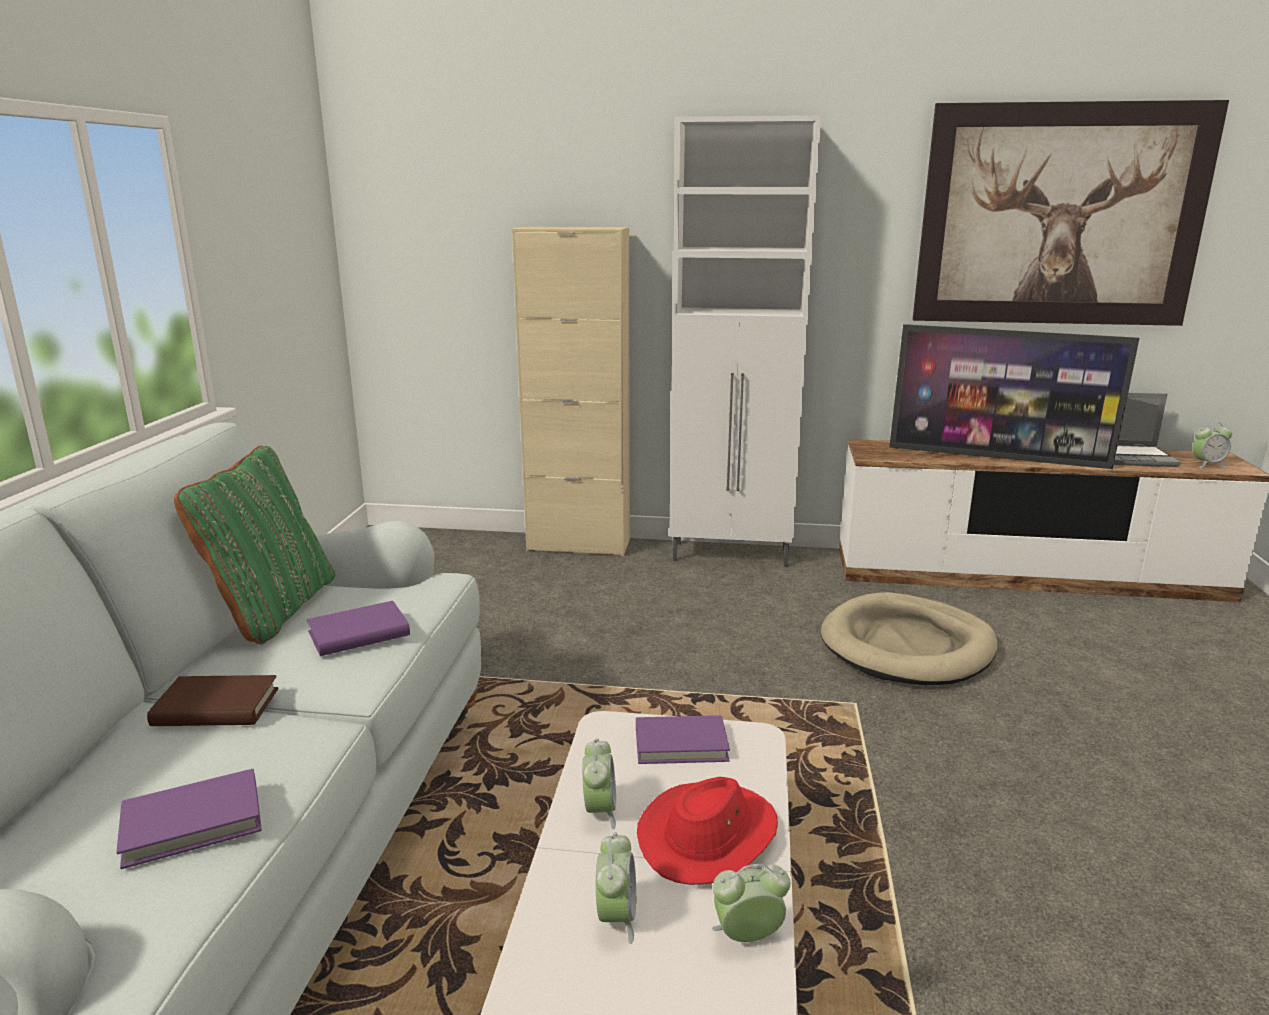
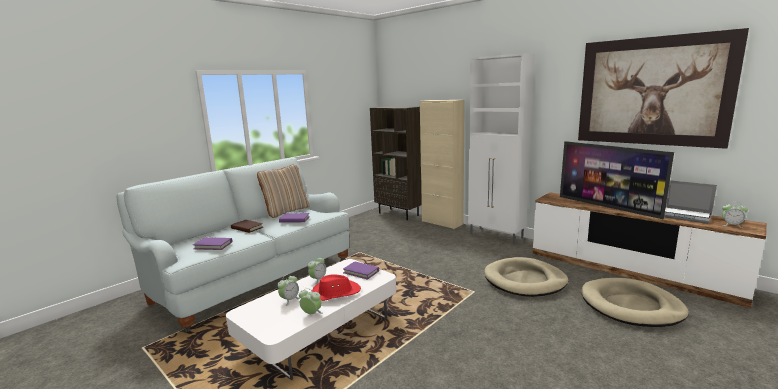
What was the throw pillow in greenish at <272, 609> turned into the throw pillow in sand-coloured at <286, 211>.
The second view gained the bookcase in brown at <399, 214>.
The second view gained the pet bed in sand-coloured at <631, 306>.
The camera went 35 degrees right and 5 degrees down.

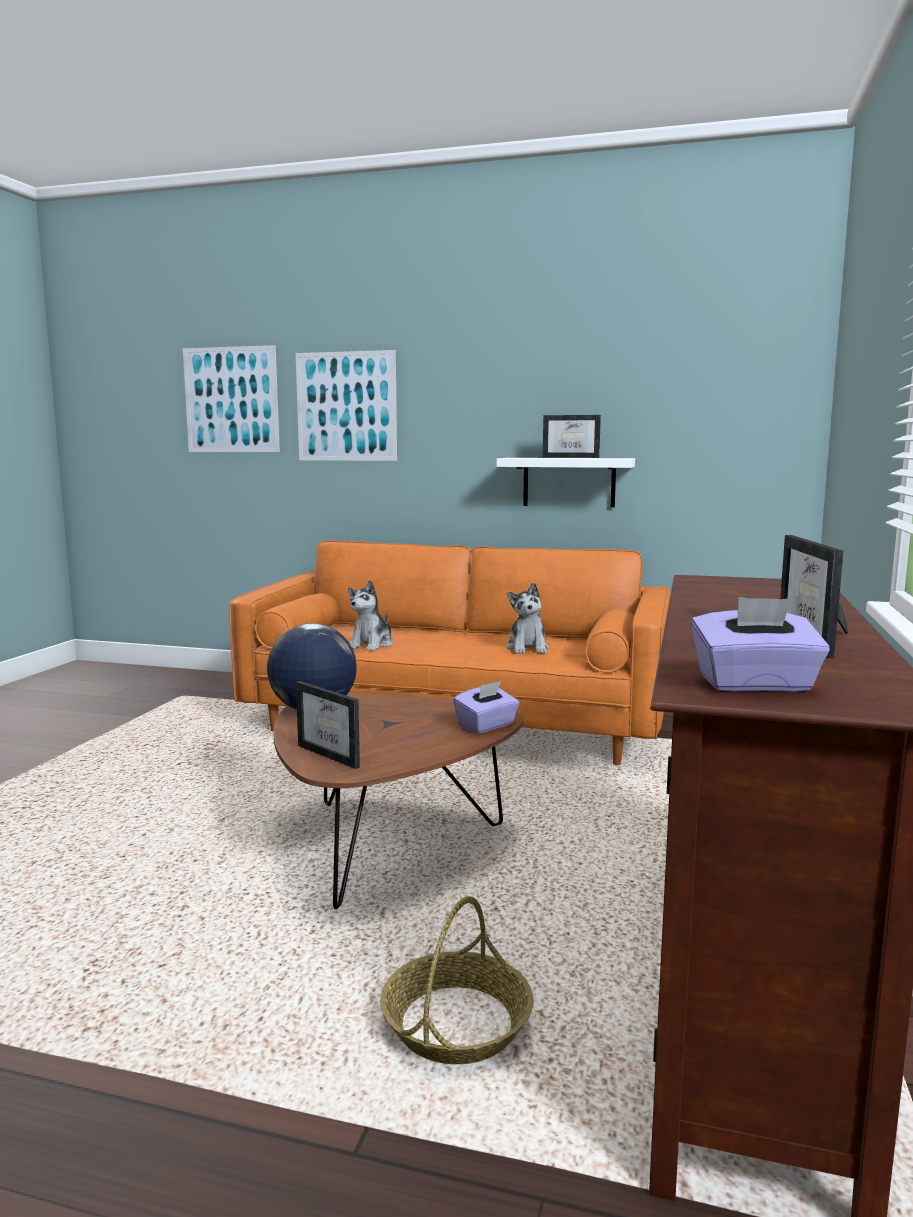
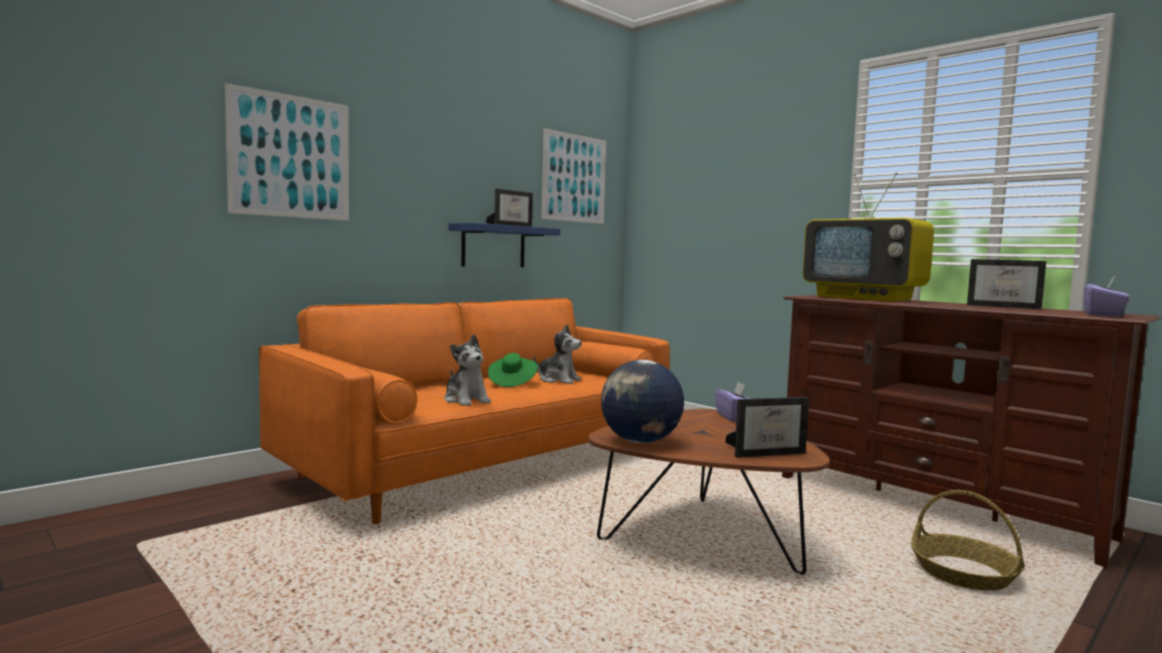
The picture ended up elsewhere, having gone from <231, 400> to <574, 178>.
What was the bracket shelf in white at <569, 482> turned into the bracket shelf in blue-coloured at <493, 246>.
The second view gained the TV at <865, 298>.
The second view gained the wearable hat in greenish at <512, 382>.
The camera went 60 degrees left and 5 degrees down.

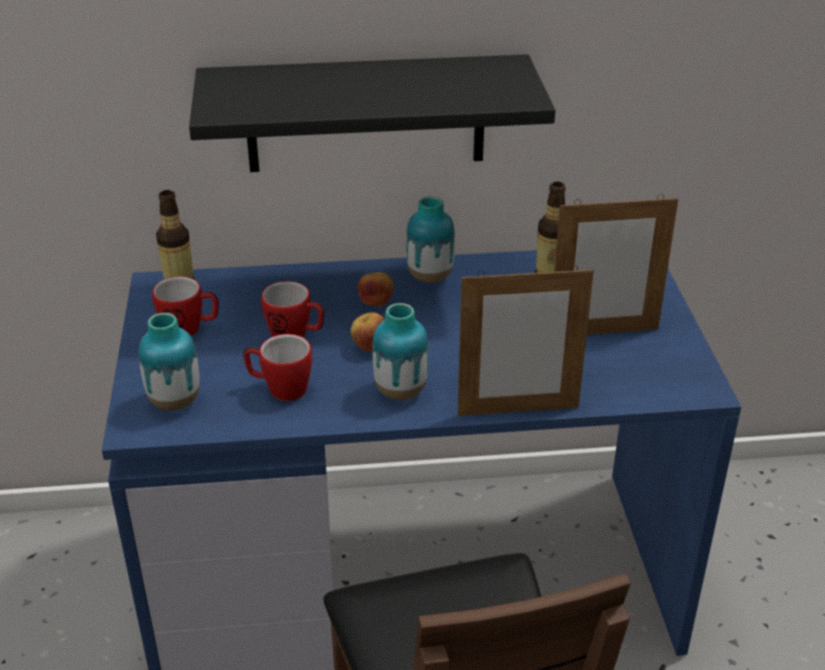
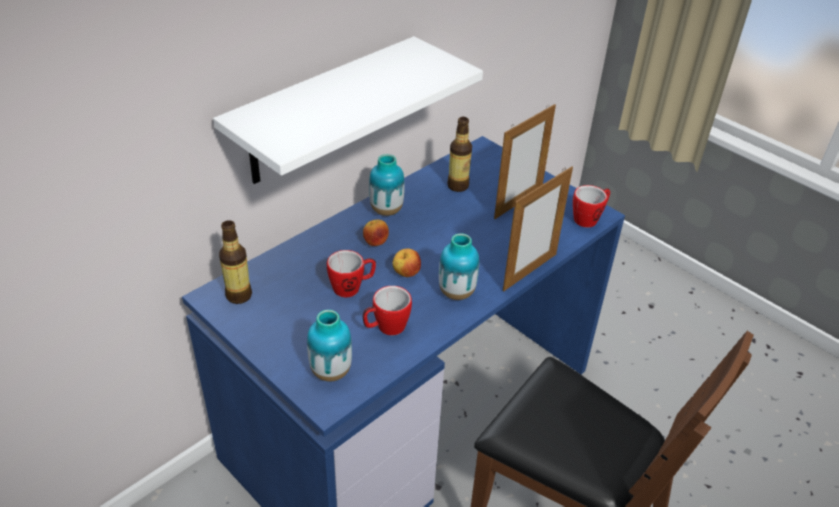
What was the bracket shelf in black-coloured at <365, 114> turned into the bracket shelf in white at <323, 111>.
The mug ended up elsewhere, having gone from <190, 329> to <589, 218>.
The camera went 40 degrees left and 5 degrees up.

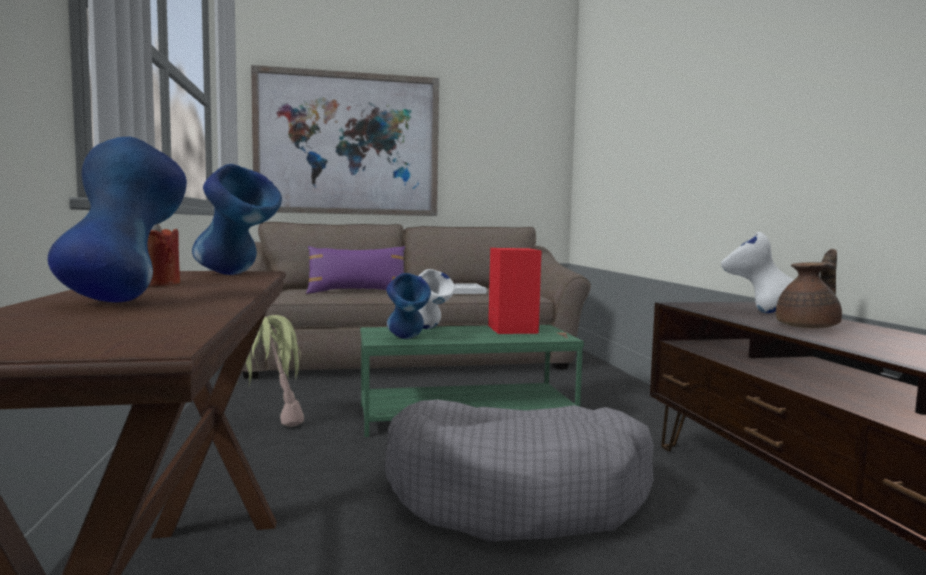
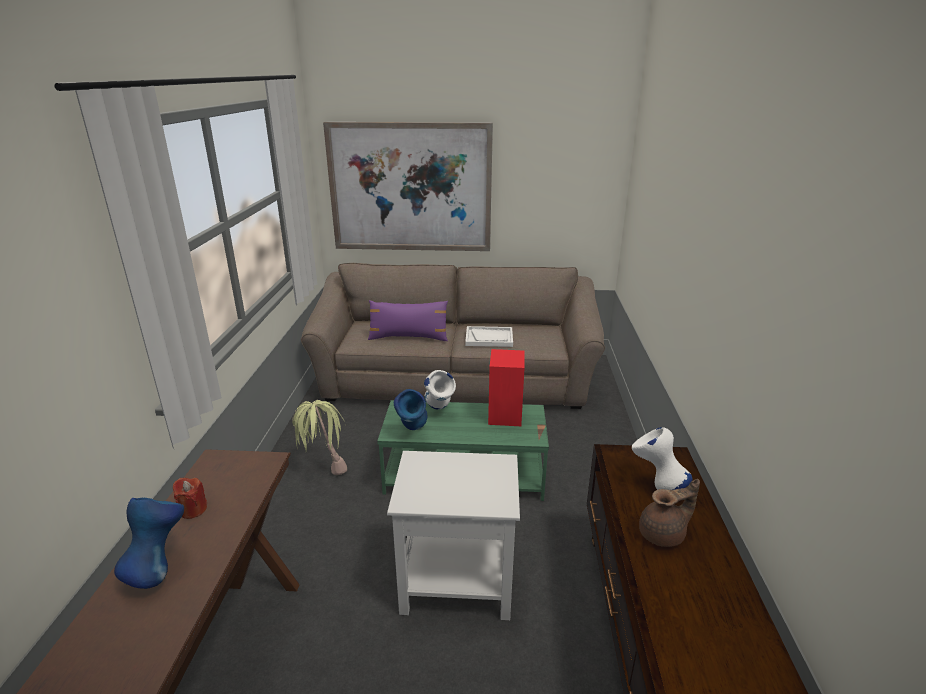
The second view lost the decorative vase in blue-coloured at <236, 275>.
Where the pet bed in grey stood at <517, 494>, the end table in white came to stand at <455, 582>.
The camera went 15 degrees right and 20 degrees up.

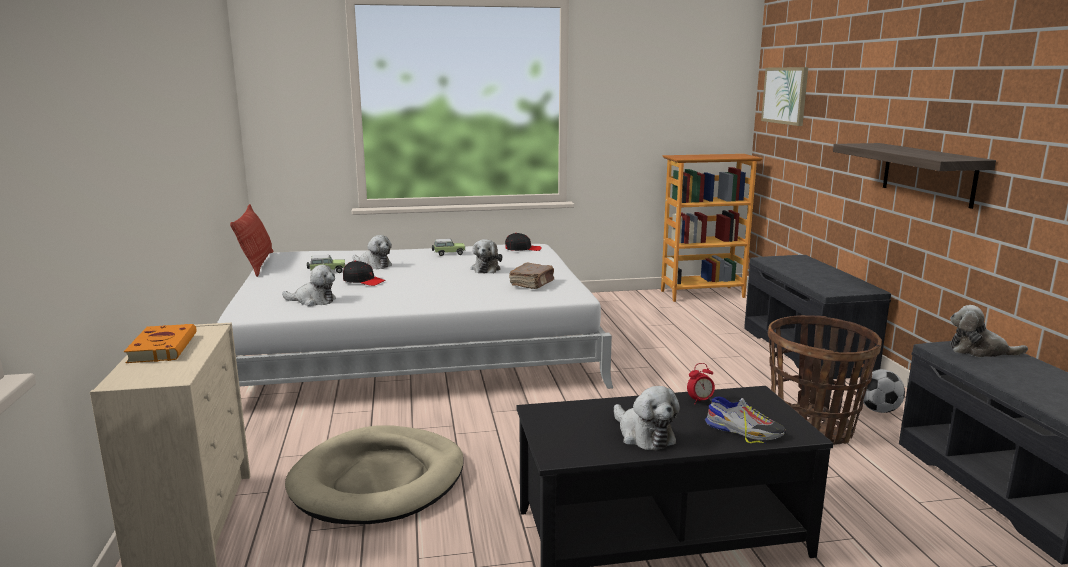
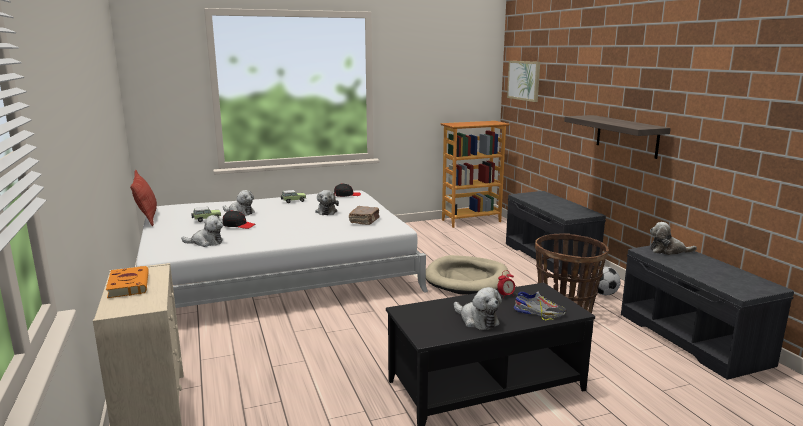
The pet bed in sand-coloured ended up elsewhere, having gone from <379, 480> to <467, 279>.
The camera went 10 degrees left and 0 degrees up.

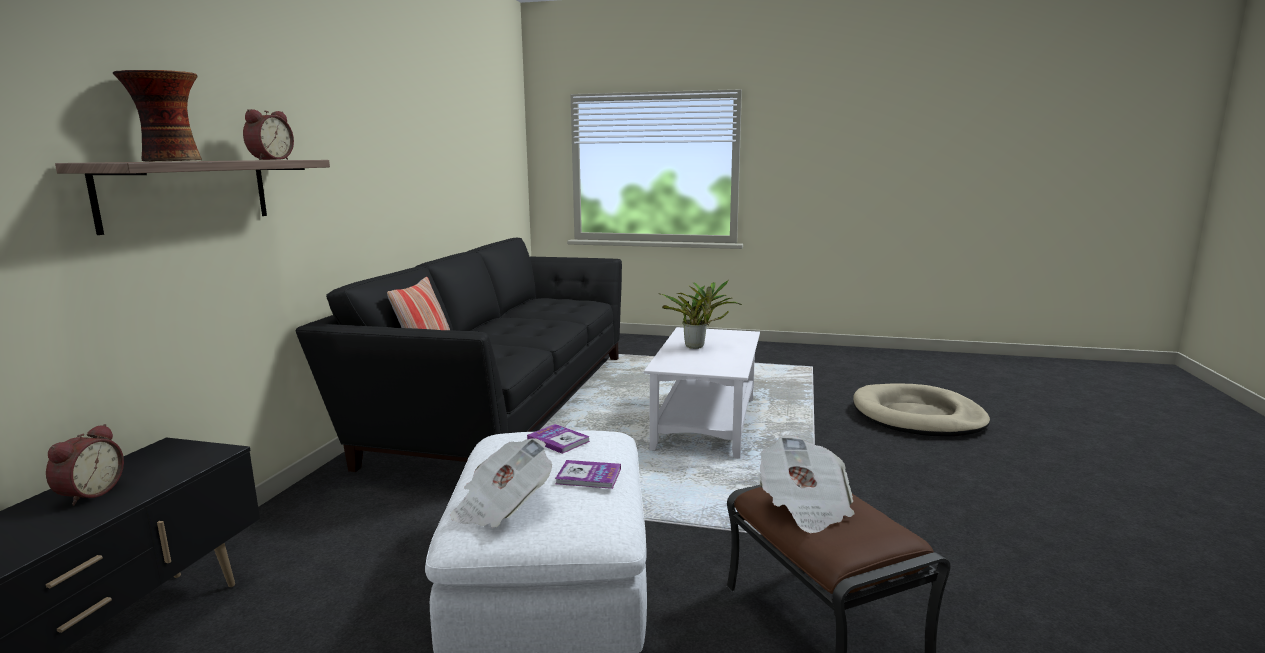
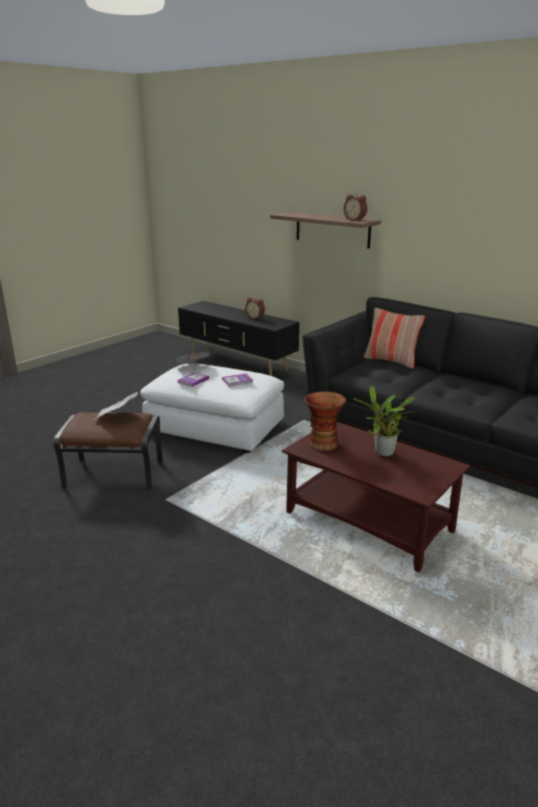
The decorative vase ended up elsewhere, having gone from <169, 161> to <323, 443>.
What was the lounge table in white at <705, 423> turned into the lounge table in brown at <370, 522>.
The second view lost the pet bed in sand-coloured at <917, 416>.
The camera went 115 degrees right and 10 degrees up.

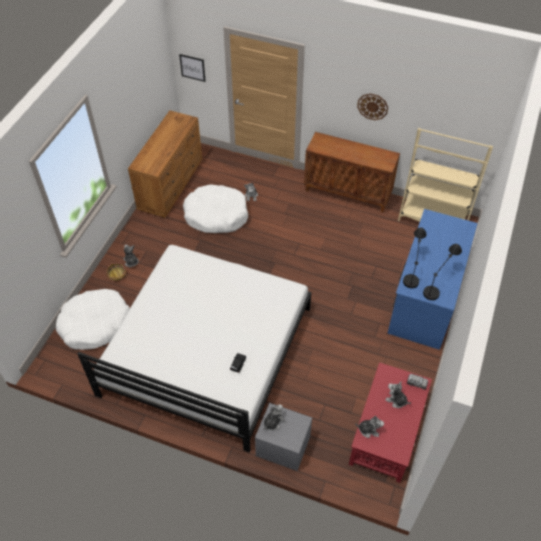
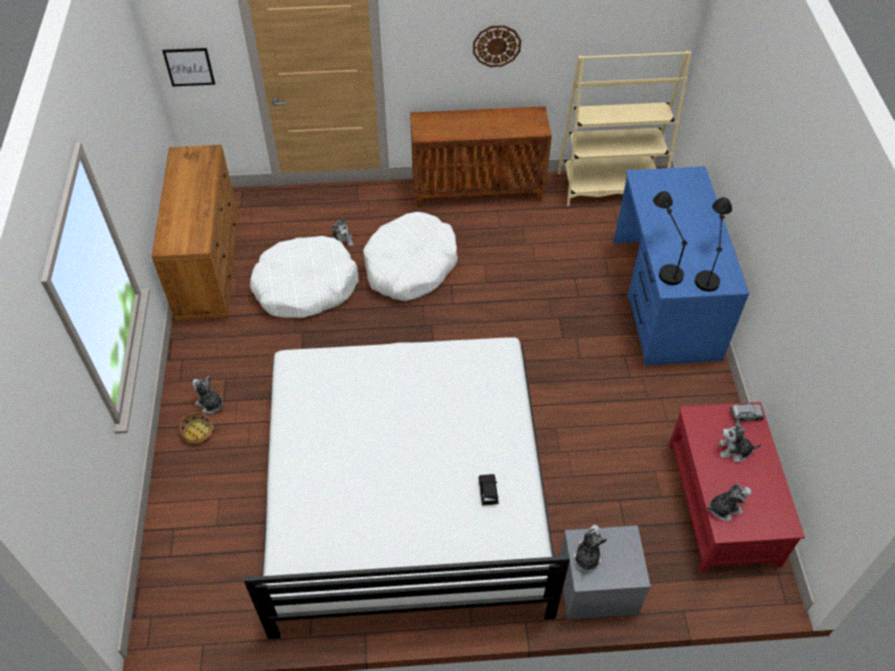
The pet bed in white ended up elsewhere, having gone from <95, 324> to <410, 266>.
The camera went 25 degrees left and 0 degrees up.

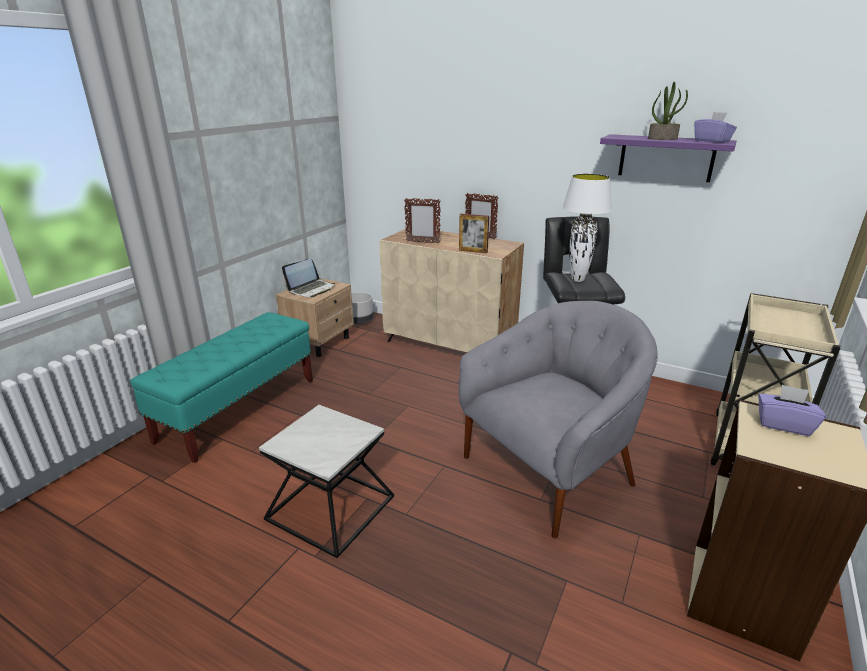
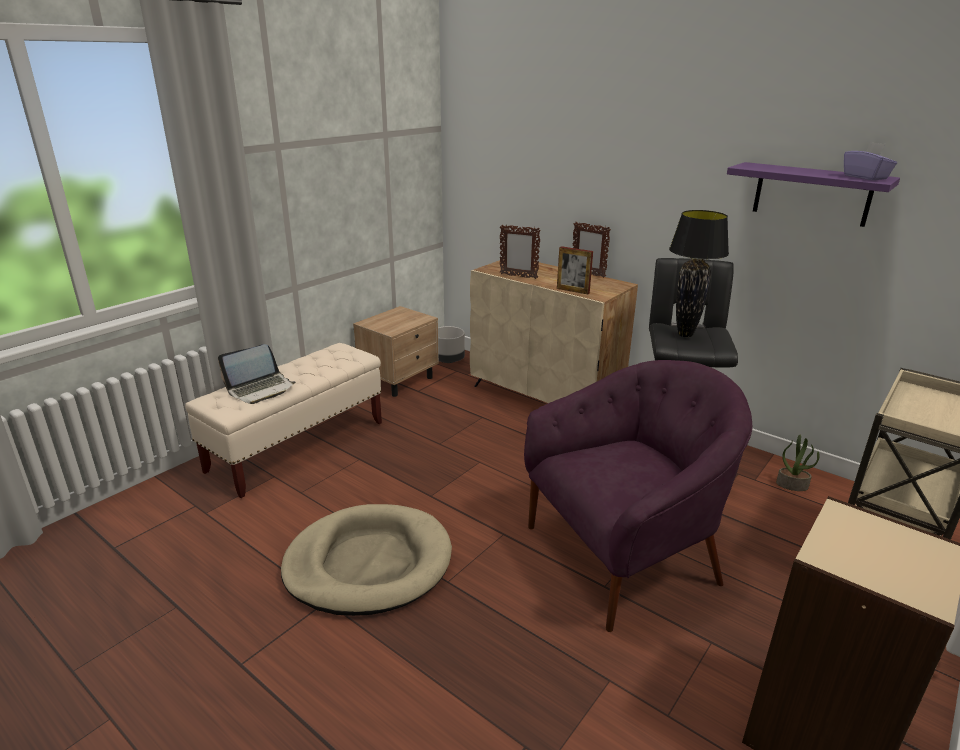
The plant in a pot ended up elsewhere, having gone from <662, 139> to <792, 485>.
What was the lamp for a table in white at <577, 280> turned into the lamp for a table in black-coloured at <685, 334>.
The portable computer ended up elsewhere, having gone from <311, 289> to <261, 389>.
What was the lounge chair in grey at <549, 471> turned into the lounge chair in purple-coloured at <623, 555>.
What was the long seat in turquoise-coloured at <239, 409> turned into the long seat in sand-coloured at <298, 446>.
The second view lost the tissue box in purple-coloured at <783, 424>.
Where the end table stood at <330, 508>, the pet bed in sand-coloured came to stand at <368, 563>.
The camera went 10 degrees right and 0 degrees up.

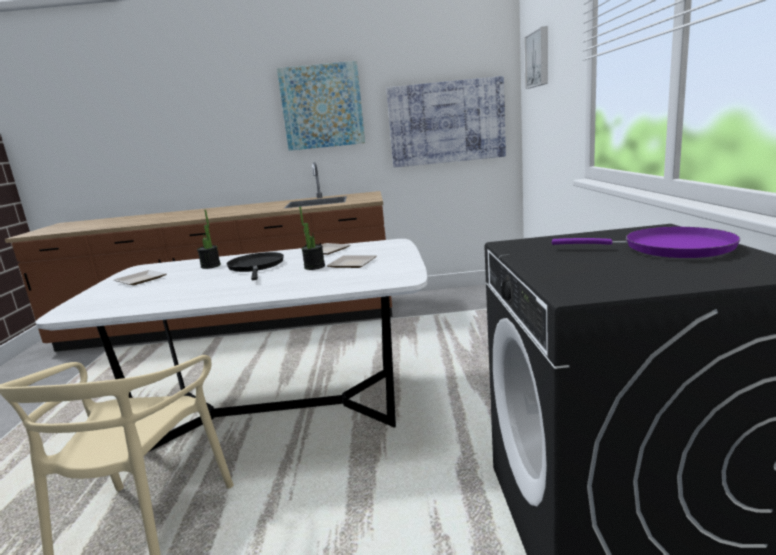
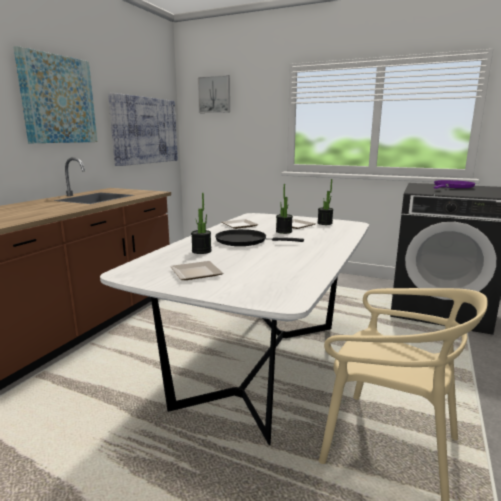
The second view gained the plant in a pot at <324, 223>.
The camera went 65 degrees left and 0 degrees up.

